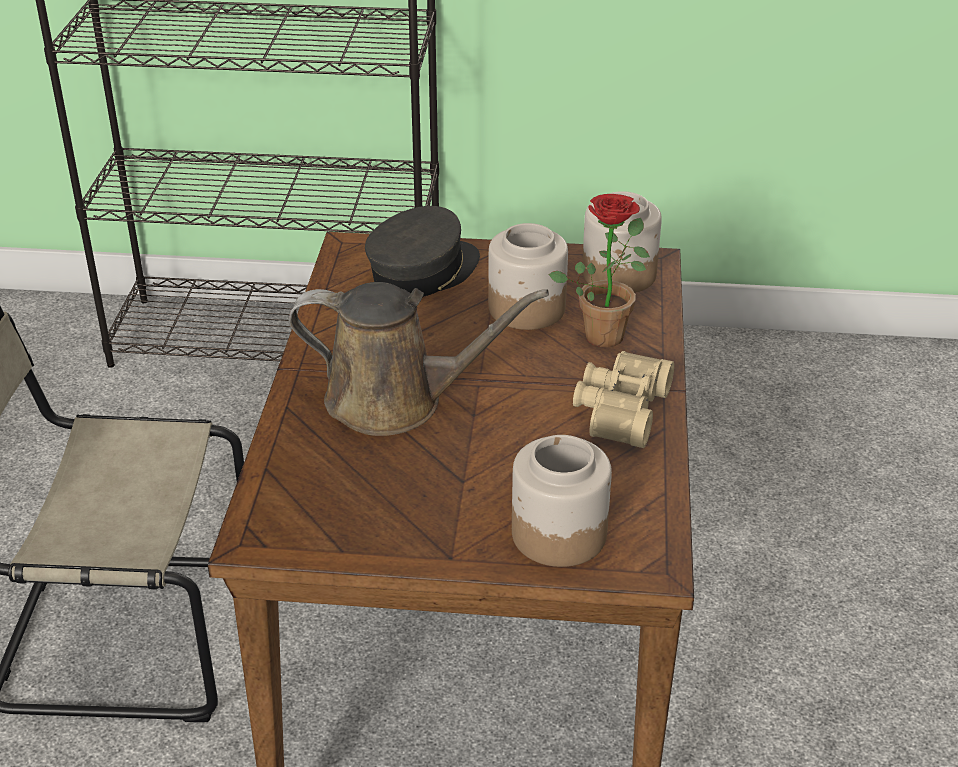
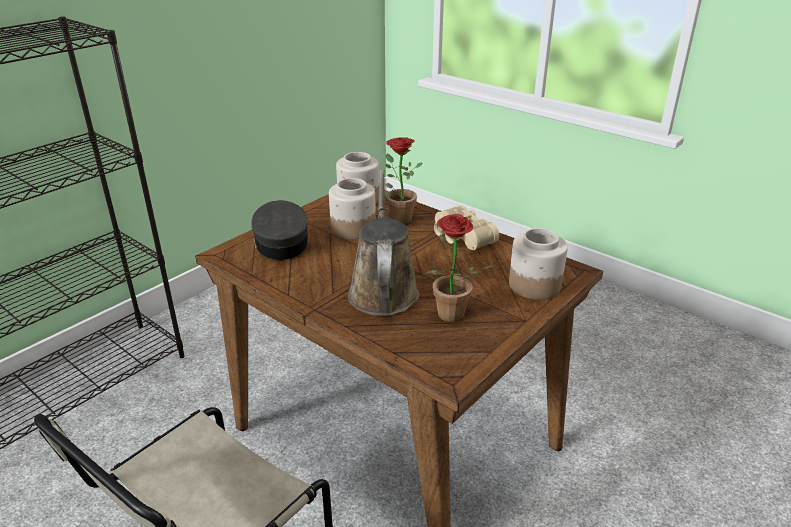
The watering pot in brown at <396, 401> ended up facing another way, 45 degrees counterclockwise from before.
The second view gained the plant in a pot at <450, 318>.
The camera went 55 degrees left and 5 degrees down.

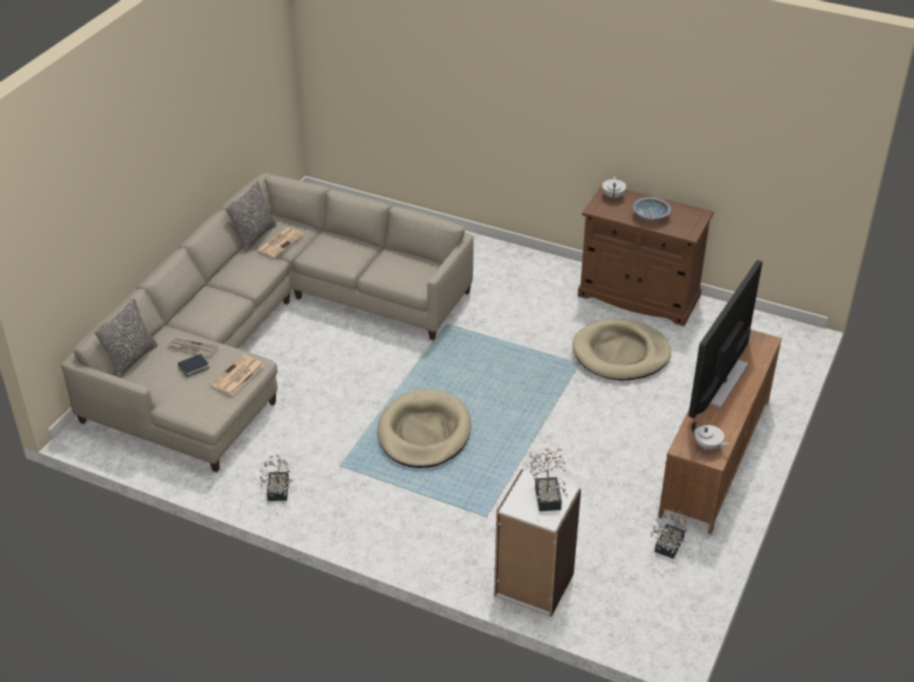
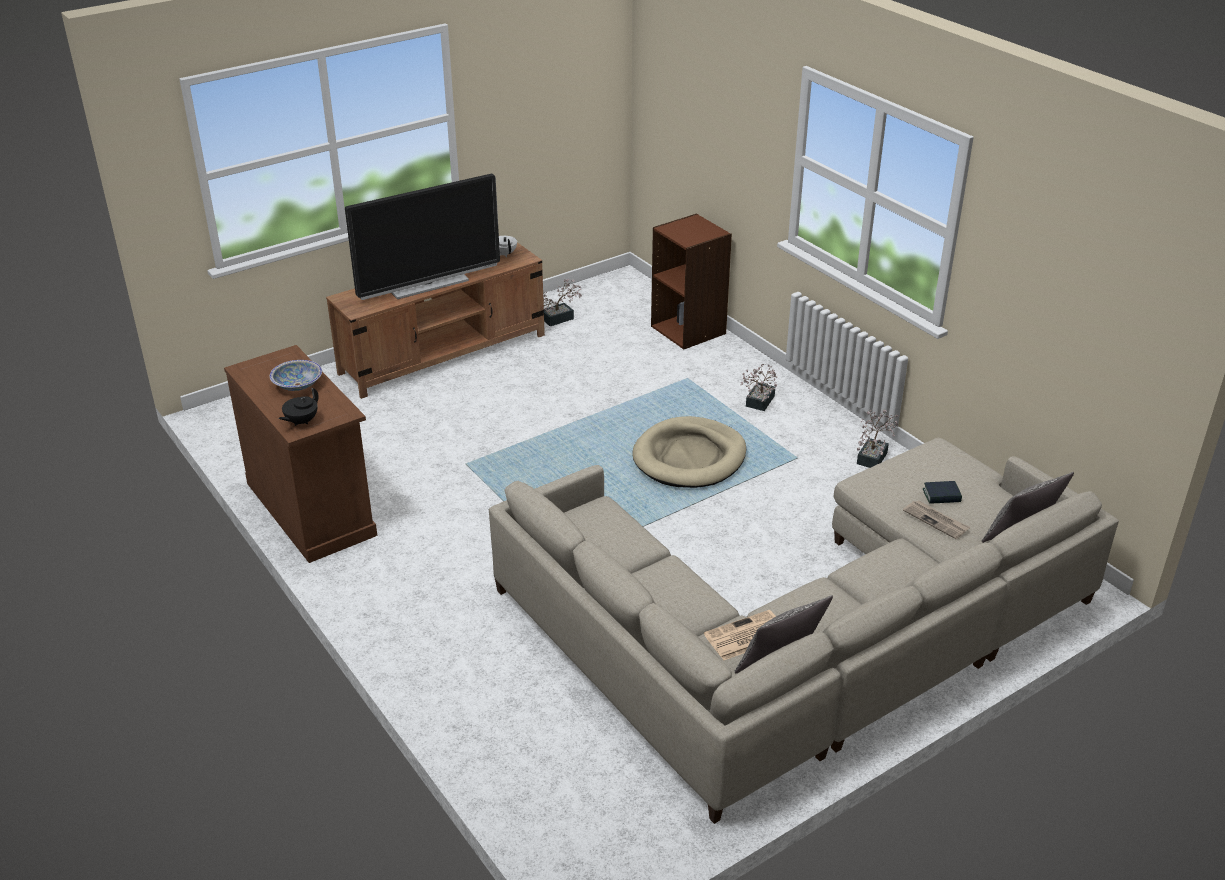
What was the tea pot in white at <613, 196> turned into the tea pot in black-coloured at <301, 421>.
The second view lost the pet bed in sand-coloured at <621, 354>.
The second view lost the printed paper at <237, 376>.
The plant in a pot ended up elsewhere, having gone from <547, 494> to <758, 403>.
What was the bookcase in white at <533, 585> turned into the bookcase in brown at <689, 330>.
The camera went 150 degrees left and 5 degrees down.

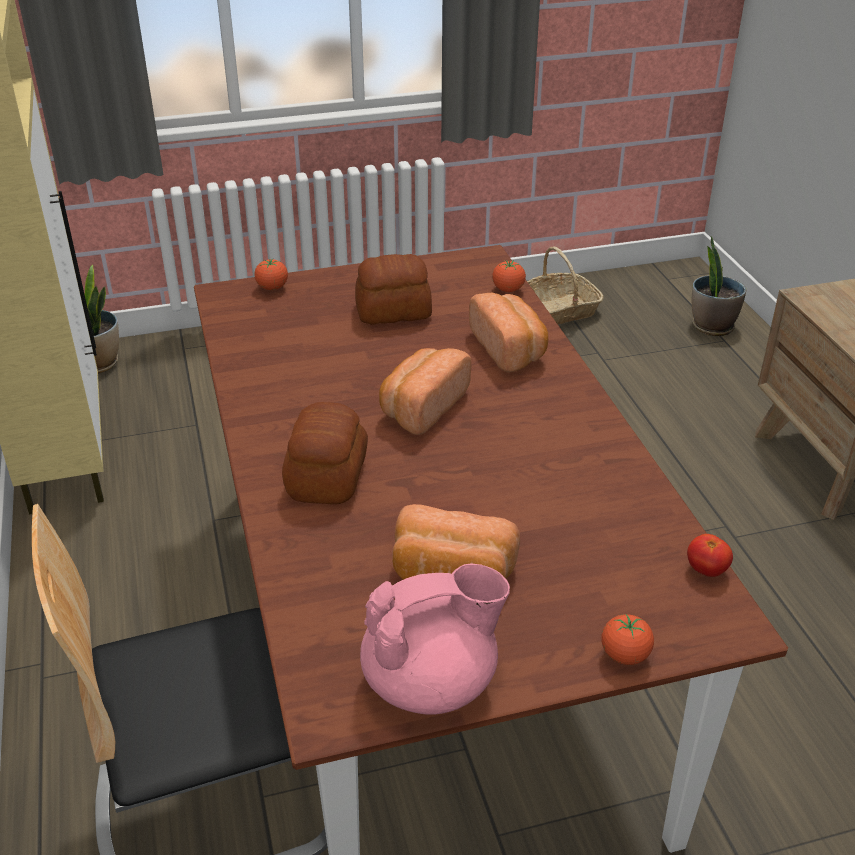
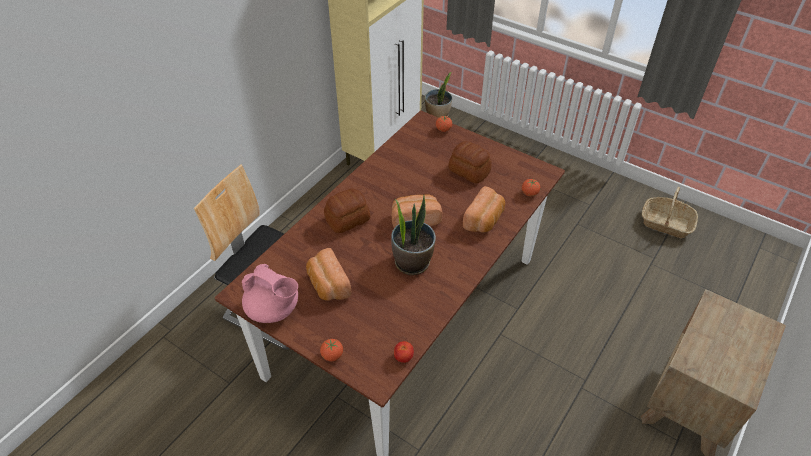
The plant in a pot ended up elsewhere, having gone from <711, 326> to <412, 262>.
The camera went 50 degrees right and 10 degrees up.

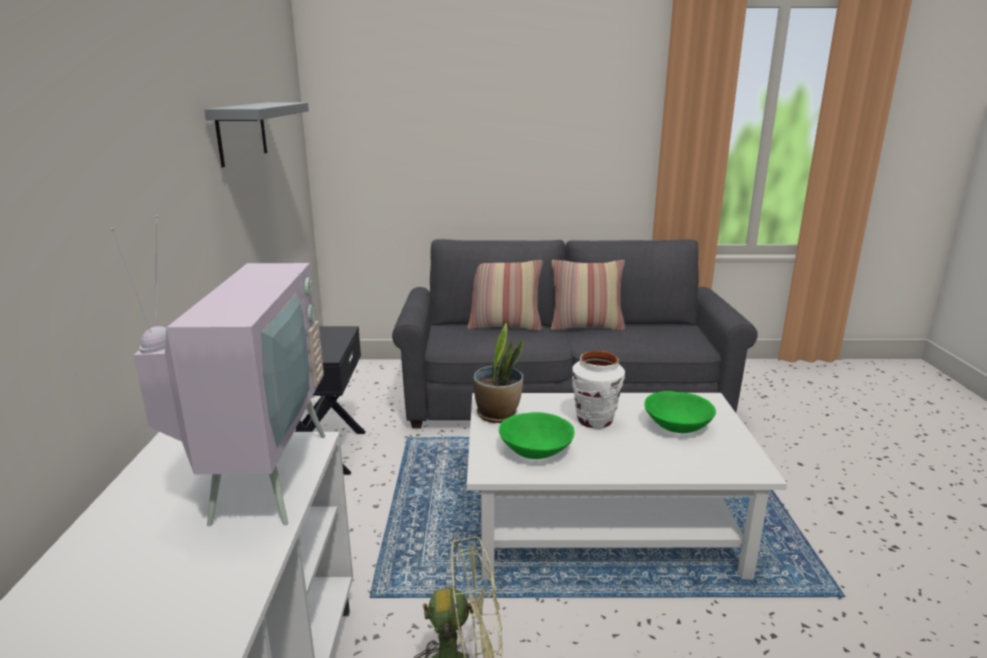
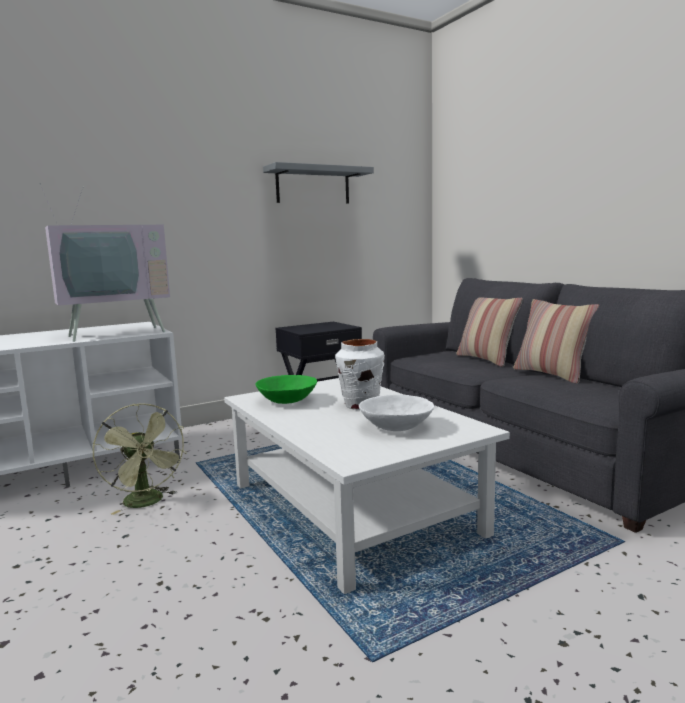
The second view lost the plant in a pot at <498, 414>.
What was the serving bowl in greenish at <677, 426> turned into the serving bowl in white at <397, 427>.
The camera went 60 degrees right and 10 degrees down.

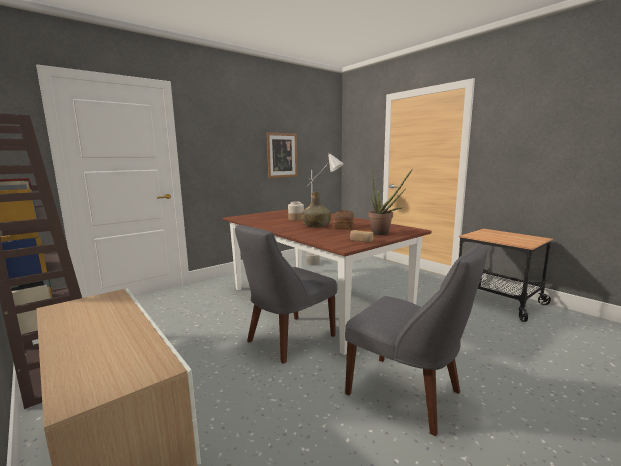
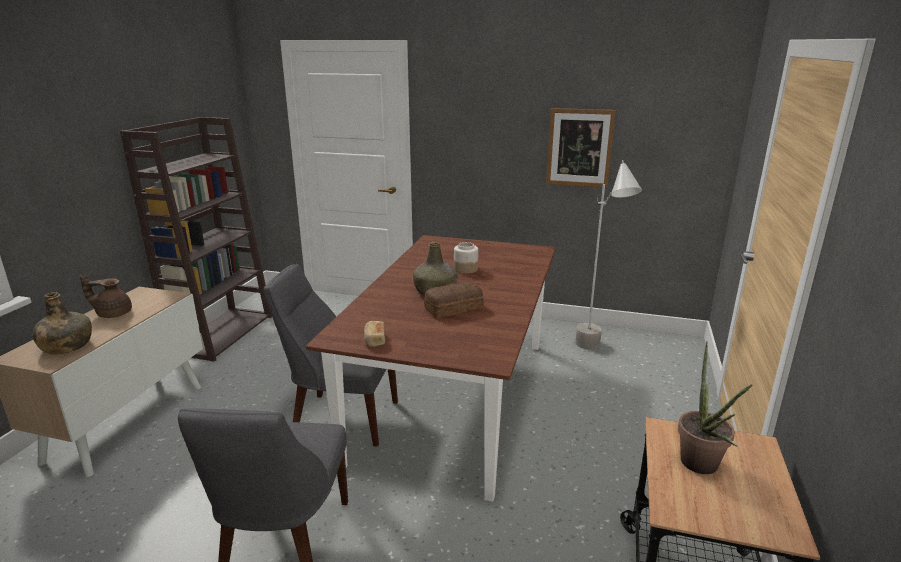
The plant in a pot ended up elsewhere, having gone from <383, 234> to <701, 468>.
The second view gained the tea pot in brown at <113, 313>.
The second view gained the drink bottle in greenish at <66, 346>.
The camera went 55 degrees right and 10 degrees up.

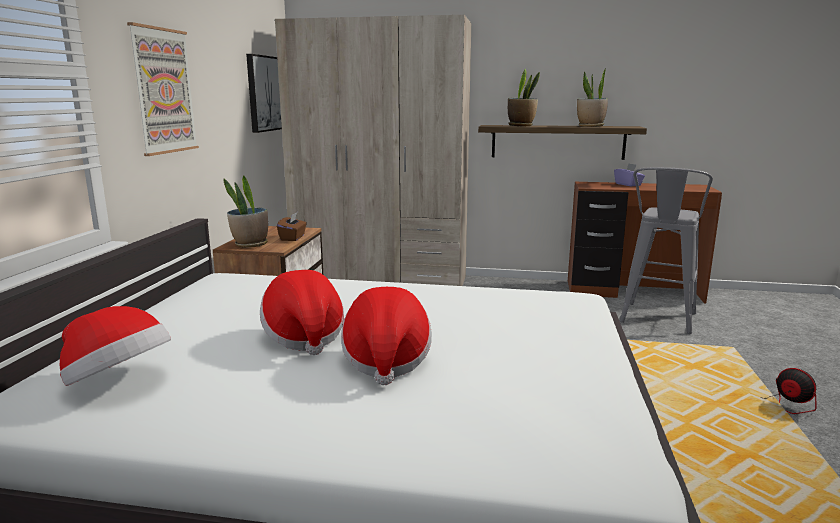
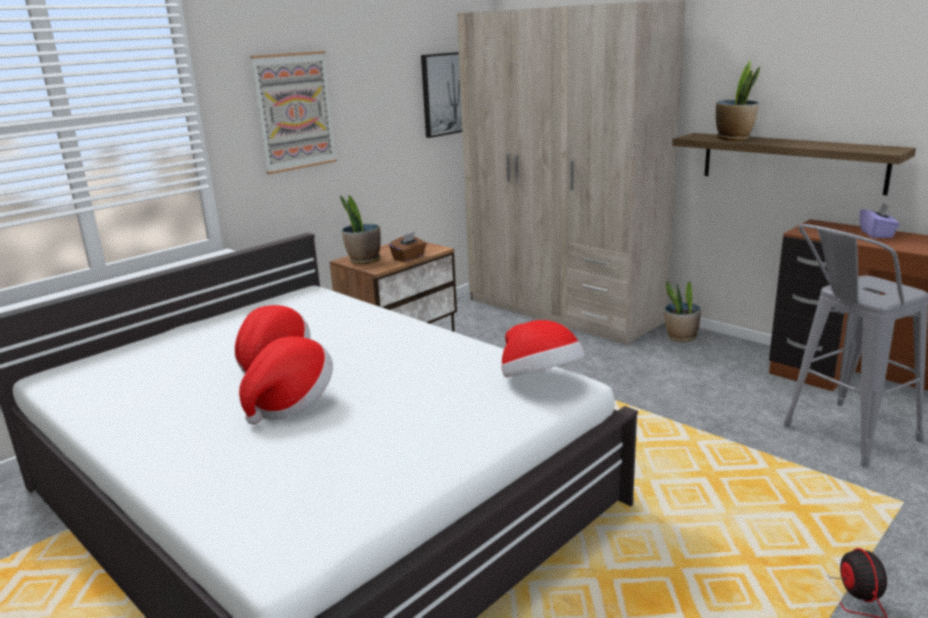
The plant in a pot ended up elsewhere, having gone from <590, 126> to <681, 337>.
The wearable hat ended up elsewhere, having gone from <118, 382> to <540, 381>.
The camera went 35 degrees right and 5 degrees up.

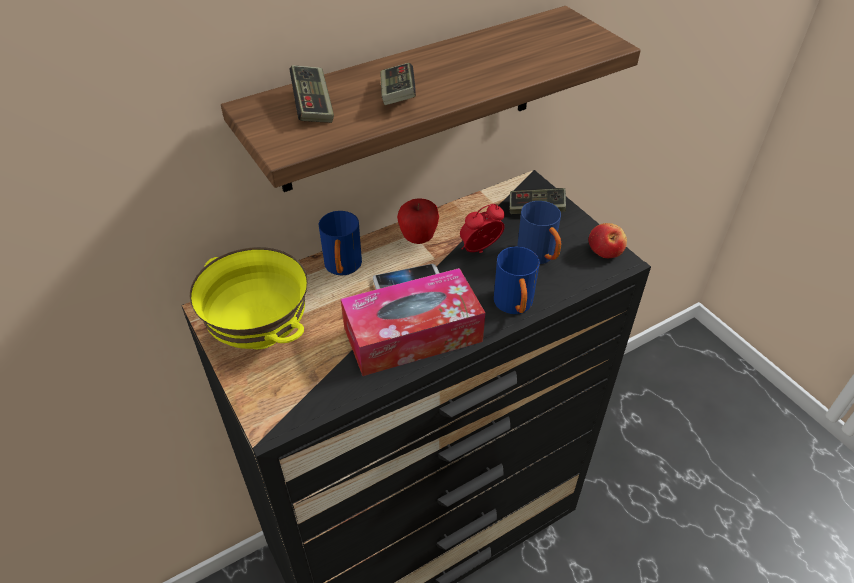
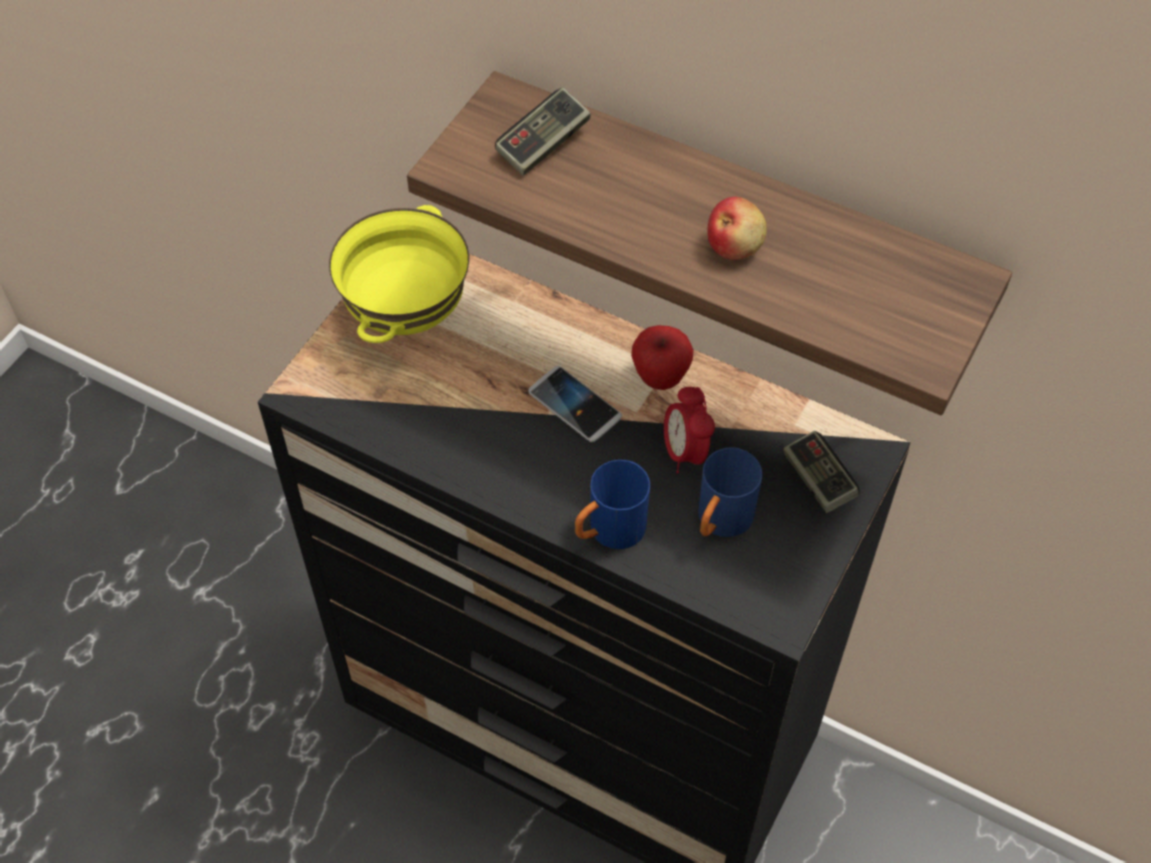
The second view lost the gamepad at <397, 95>.
The alarm clock at <480, 250> ended up facing another way, 135 degrees counterclockwise from before.
The second view lost the mug in blue-coloured at <342, 269>.
The apple ended up elsewhere, having gone from <605, 251> to <734, 245>.
The second view lost the tissue box at <412, 334>.
The camera went 60 degrees right and 10 degrees up.

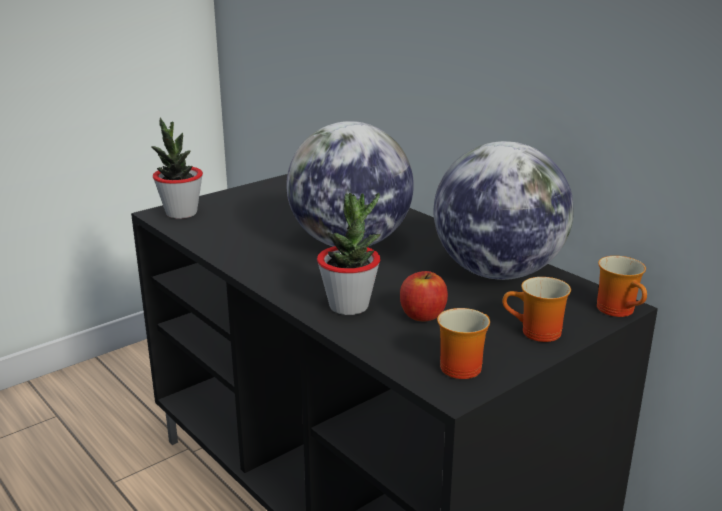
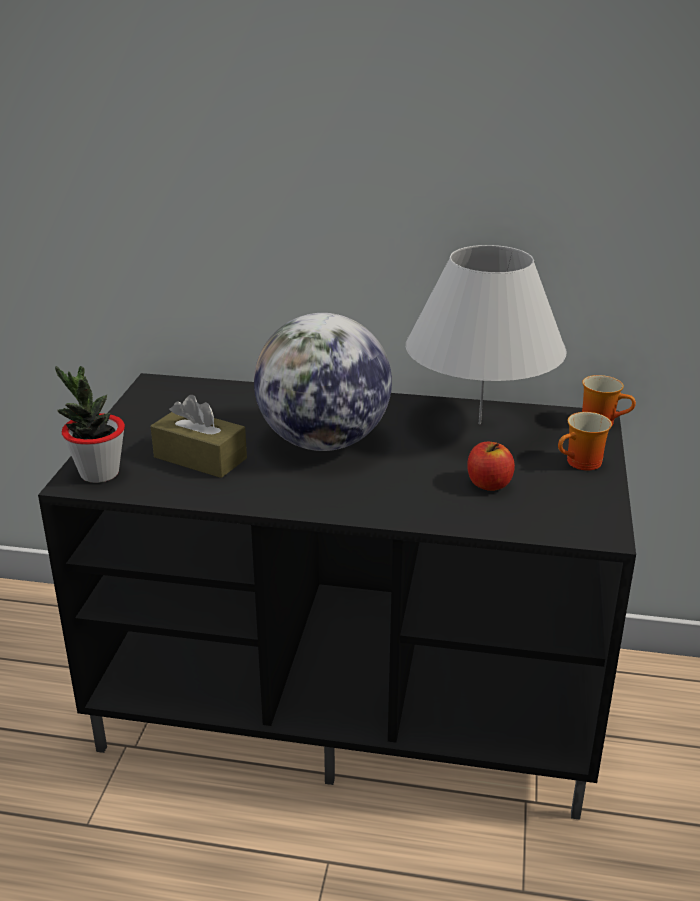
Where the world globe stood at <497, 272>, the lamp for a table in white came to stand at <479, 423>.
The second view lost the plant in a pot at <349, 306>.
The second view lost the mug at <461, 365>.
The second view gained the tissue box in brown at <200, 458>.
The camera went 40 degrees left and 5 degrees up.

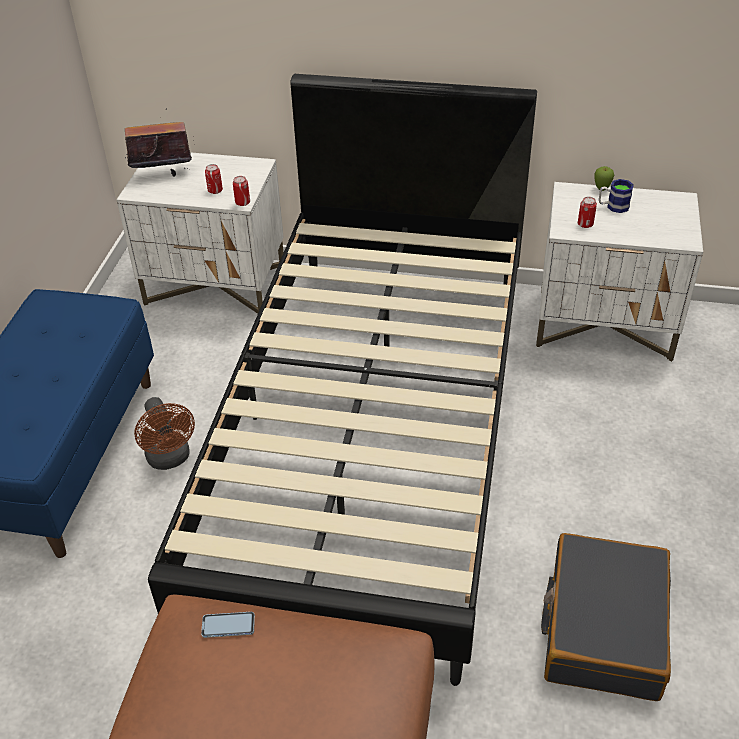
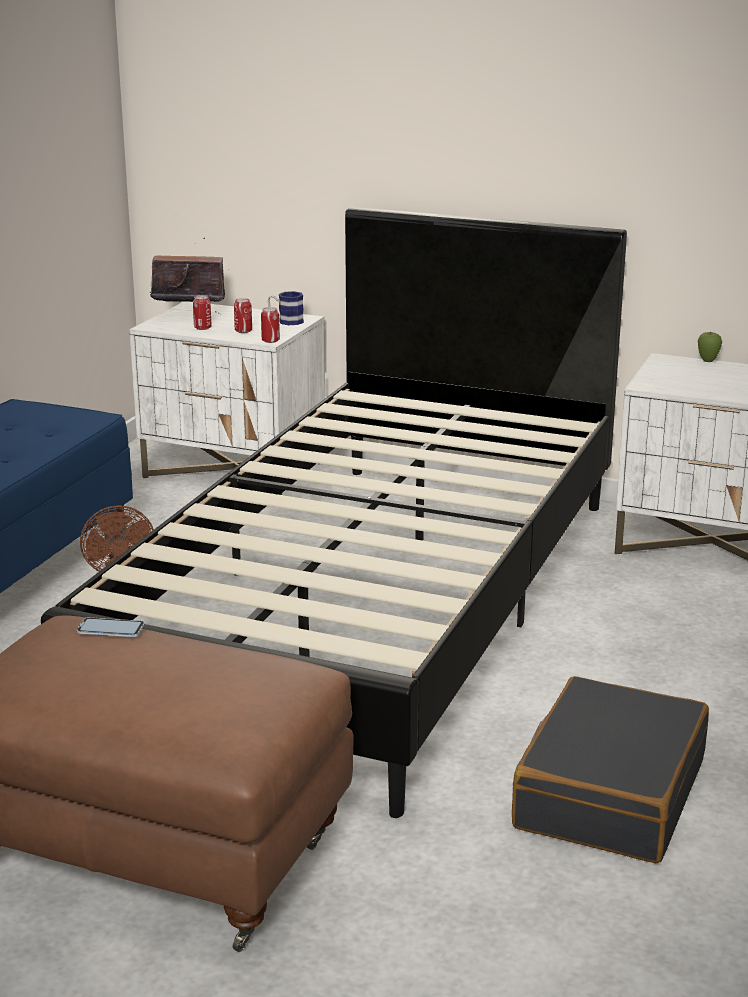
The mug ended up elsewhere, having gone from <613, 206> to <286, 321>.
The can ended up elsewhere, having gone from <585, 224> to <202, 328>.
The camera went 10 degrees right and 20 degrees down.

